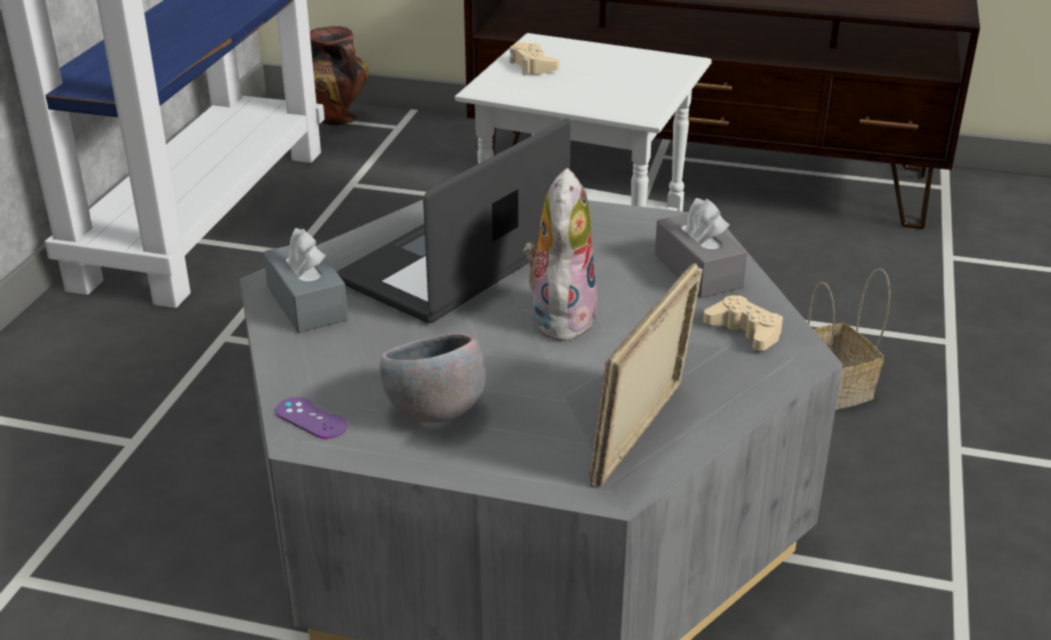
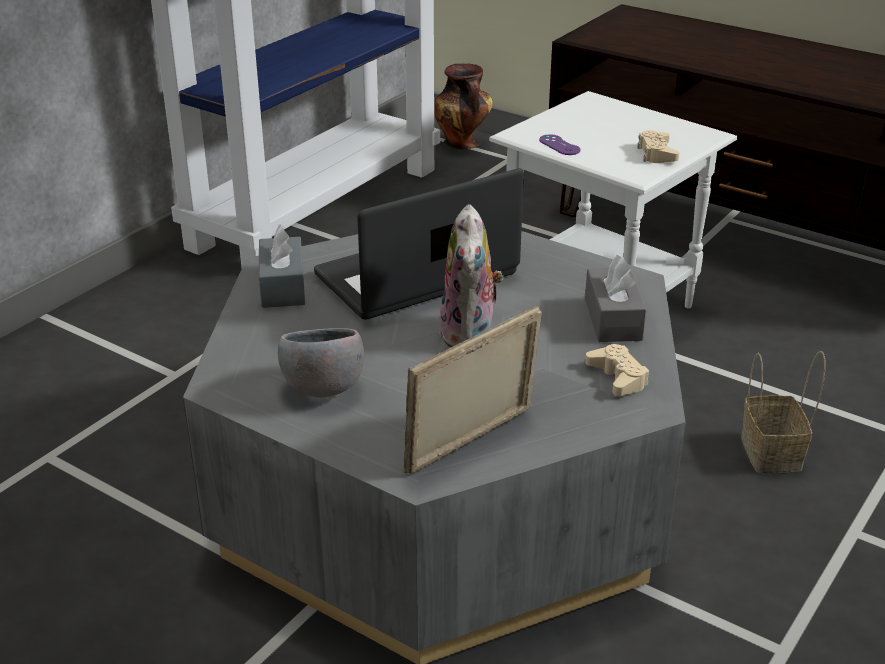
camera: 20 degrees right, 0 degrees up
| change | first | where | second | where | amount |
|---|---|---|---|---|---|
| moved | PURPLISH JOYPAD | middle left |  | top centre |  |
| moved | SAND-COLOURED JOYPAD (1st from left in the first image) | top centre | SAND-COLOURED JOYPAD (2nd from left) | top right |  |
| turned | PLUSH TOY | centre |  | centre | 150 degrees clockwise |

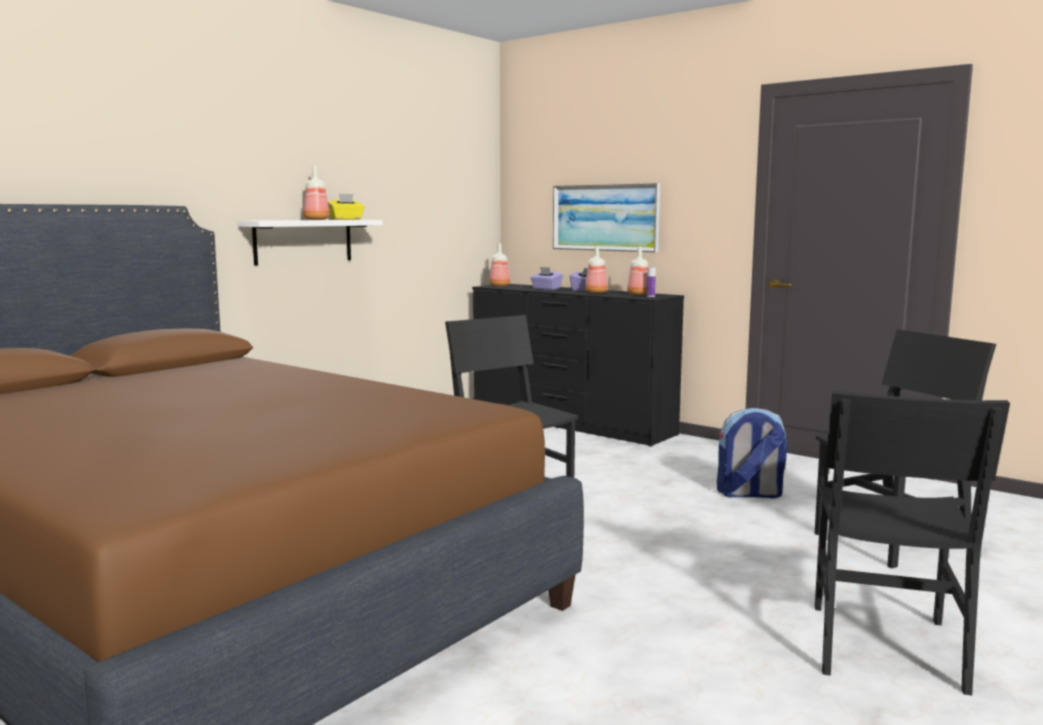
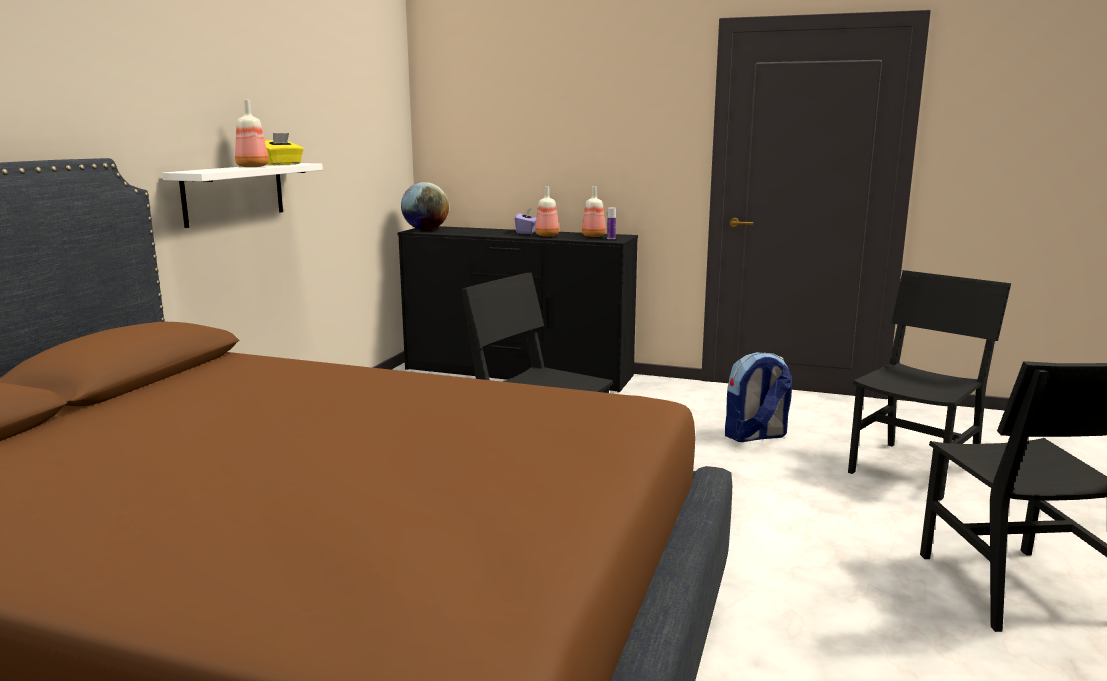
camera: 20 degrees left, 5 degrees up
| change | first | where | second | where | amount |
|---|---|---|---|---|---|
| replaced | BOTTLE (2nd from left) | centre | WORLD GLOBE | top centre |  |
| removed | PURPLISH BOX OF TISSUES (1st from left) | centre |  |  |  |
| removed | PICTURE | top centre |  |  |  |

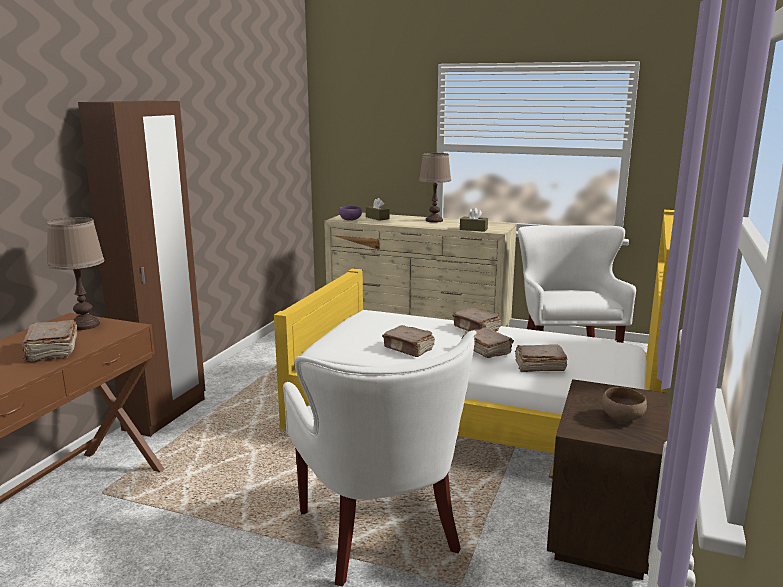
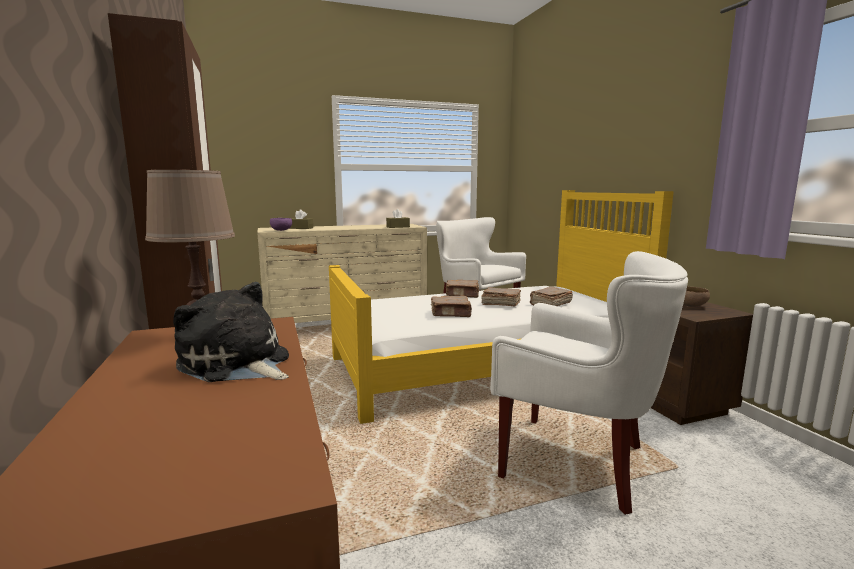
camera: 40 degrees left, 5 degrees down
| change | first | where | second | where | amount |
|---|---|---|---|---|---|
| replaced | BROWNISH BOOK (1st from left) | middle left | PLUSH TOY | middle left |  |
| removed | BROWNISH LAMP FOR A TABLE (2nd from left) | top centre |  |  |  |

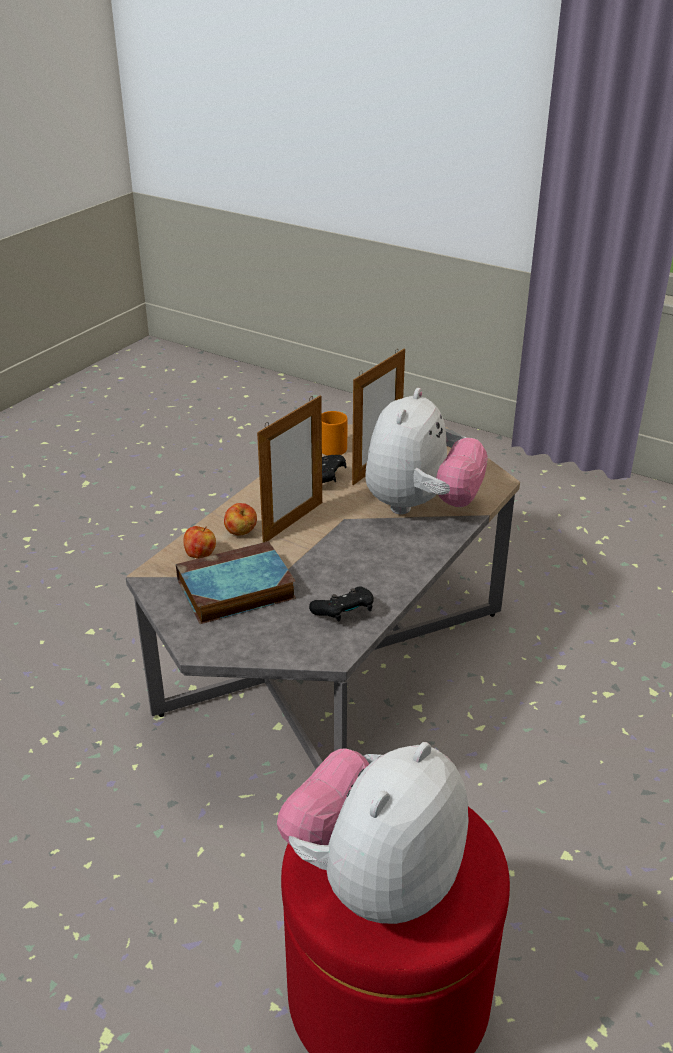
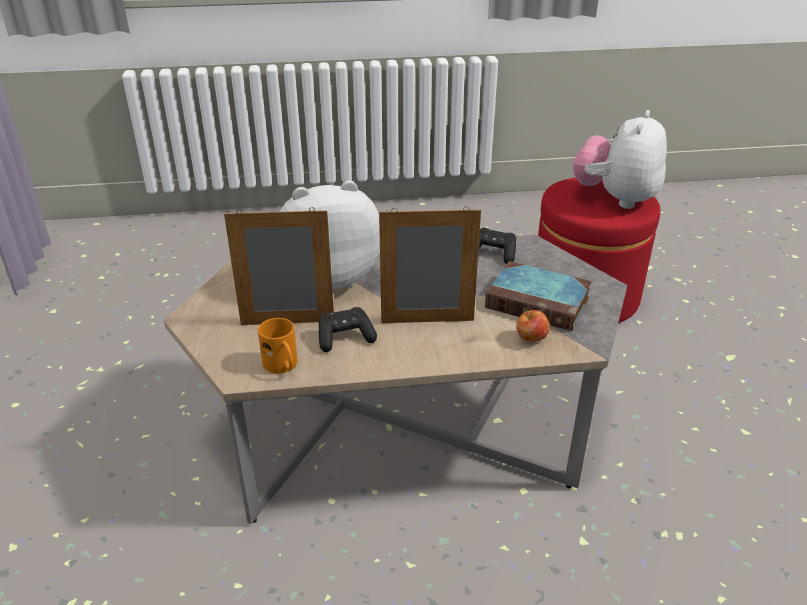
camera: 130 degrees left, 0 degrees up
| change | first | where | second | where | amount |
|---|---|---|---|---|---|
| removed | APPLE (2nd from left) | centre |  |  |  |
| turned | PLUSH TOY (1st from left in the first image) | bottom centre | PLUSH TOY (2nd from left) | top right | 120 degrees clockwise |

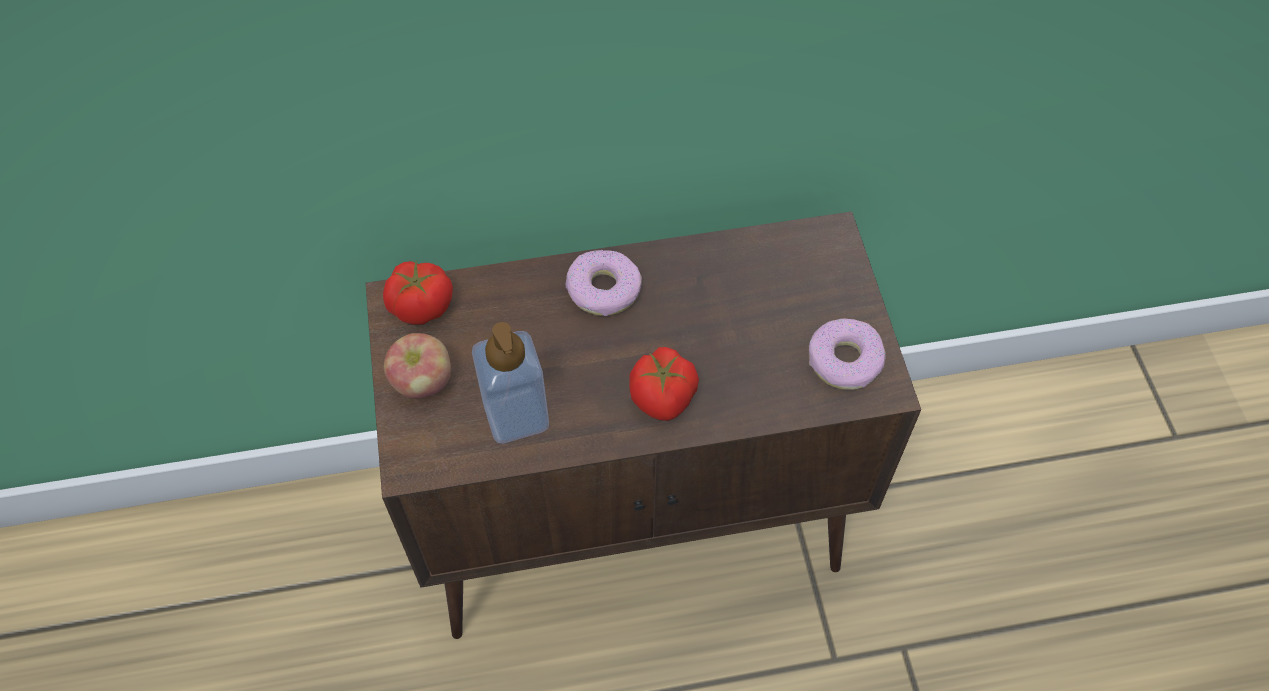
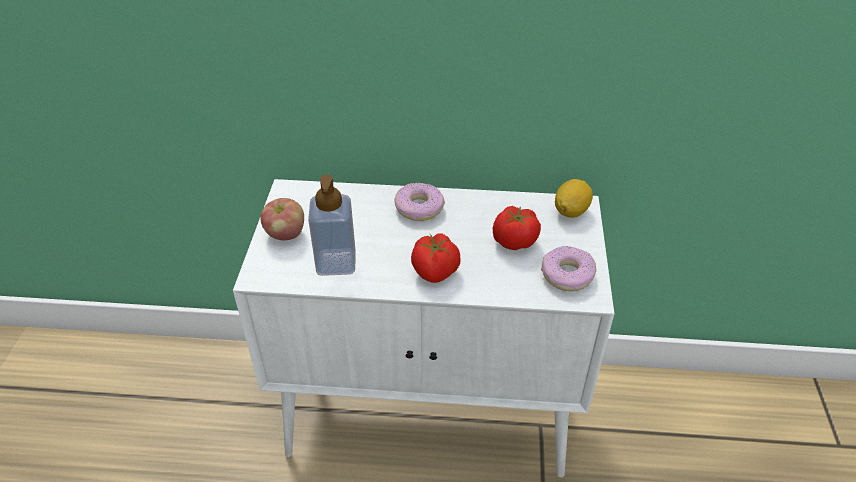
camera: 15 degrees right, 15 degrees down
| change | first | where | second | where | amount |
|---|---|---|---|---|---|
| recoloured | BROWNISH STORAGE CABINET | centre | WHITE-COLOURED STORAGE CABINET | bottom centre |  |
| moved | TOMATO (1st from left in the first image) | middle left | TOMATO (2nd from left) | centre |  |
| added |  |  | LEMON | middle right |  |

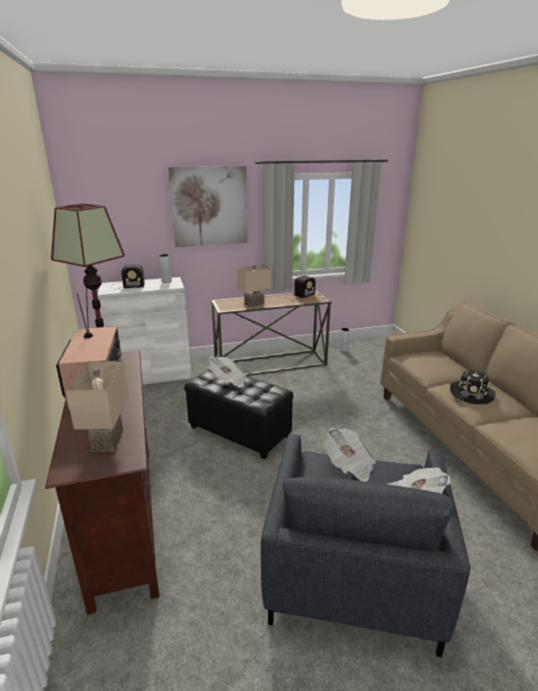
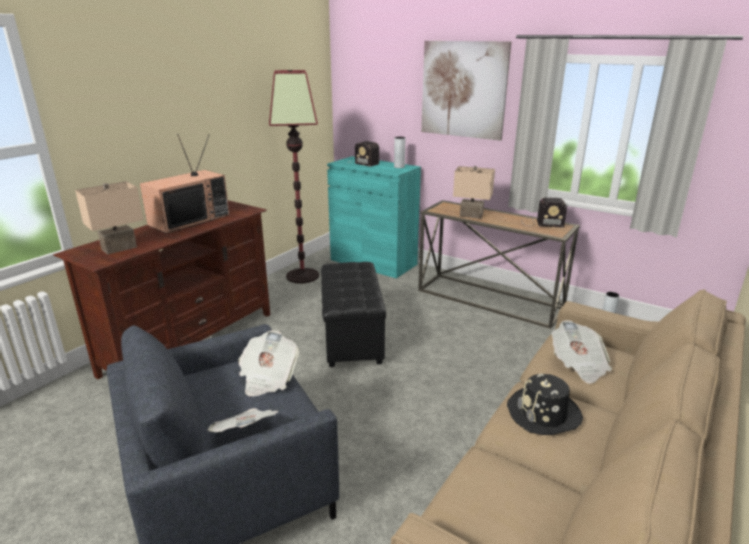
camera: 50 degrees right, 0 degrees up
| change | first | where | second | where | amount |
|---|---|---|---|---|---|
| recoloured | WHITE-COLOURED STORAGE CABINET | middle left | TURQUOISE-COLOURED STORAGE CABINET | centre |  |
| moved | DAILY PAPER (1st from left in the first image) | centre | DAILY PAPER (3rd from left) | middle right |  |

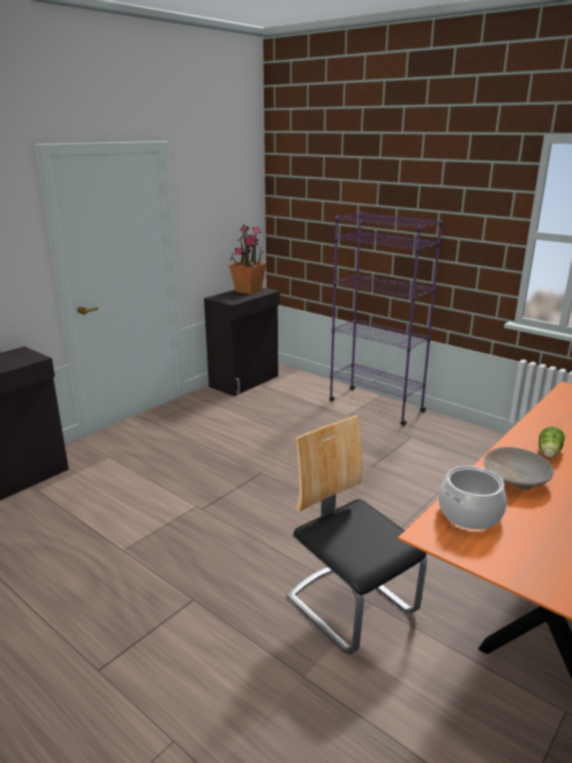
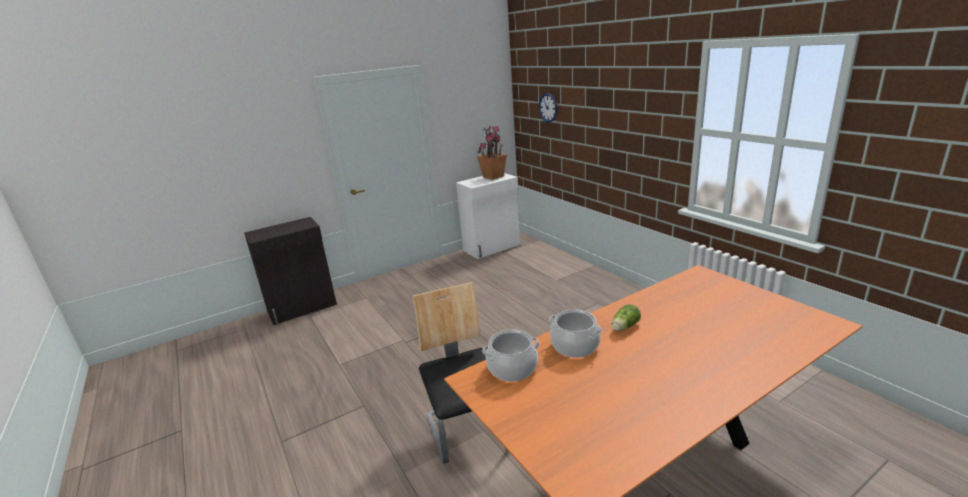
camera: 20 degrees right, 0 degrees up
| change | first | where | second | where | amount |
|---|---|---|---|---|---|
| recoloured | BLACK STORAGE CABINET (2nd from left) | centre | WHITE-COLOURED STORAGE CABINET | centre |  |
| removed | PURPLISH BOOKCASE | middle right |  |  |  |
| replaced | SAND-COLOURED DEEP DISH | middle right | COOKING POT (2nd from left) | bottom centre |  |
| added |  |  | CLOCK ON THE WALL | top centre |  |

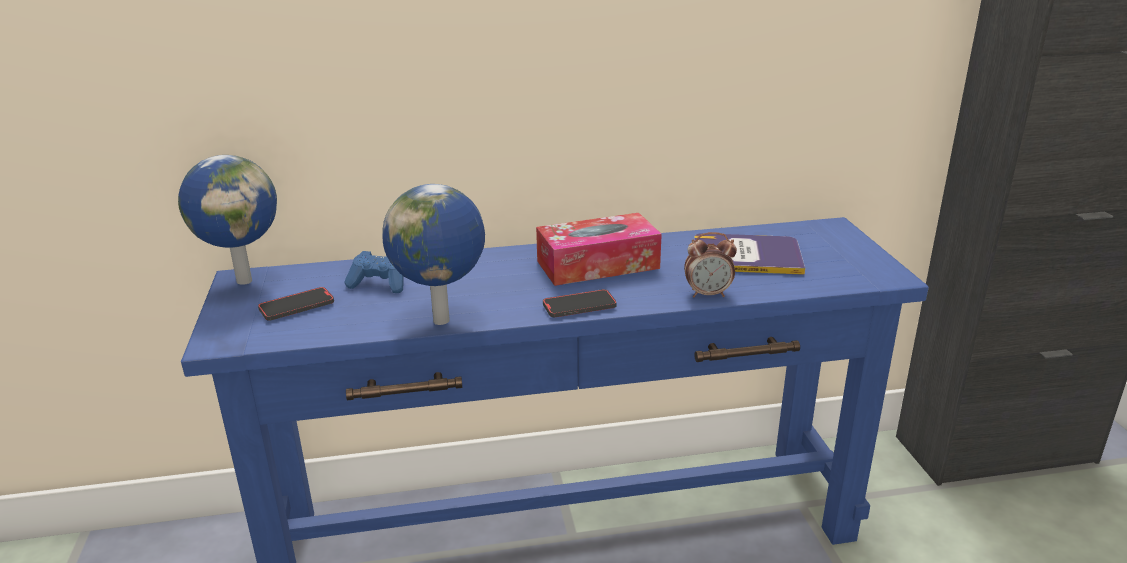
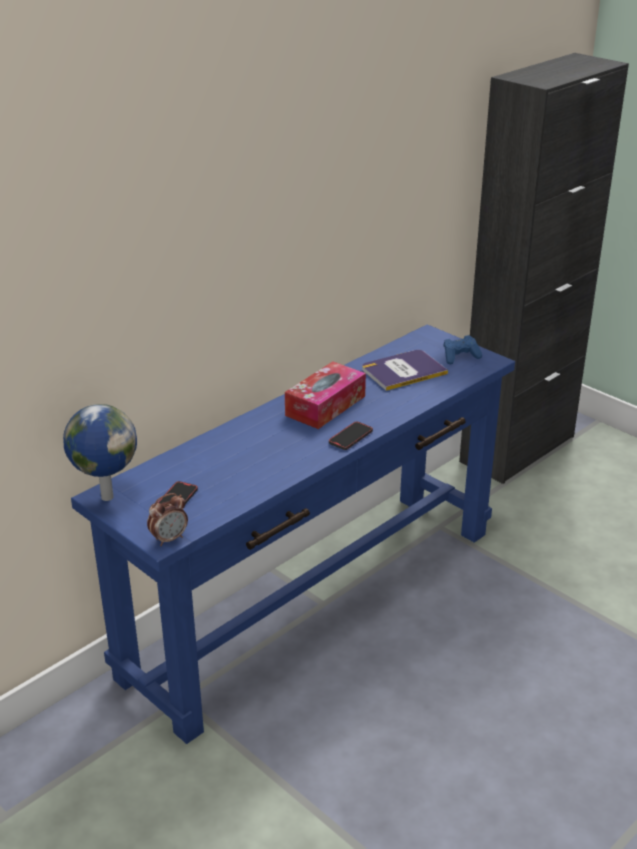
camera: 35 degrees left, 5 degrees up
| change | first | where | second | where | amount |
|---|---|---|---|---|---|
| moved | BLUE-COLOURED JOYPAD | middle left |  | middle right |  |
| removed | WORLD GLOBE (2nd from left) | centre |  |  |  |
| moved | BEDSIDE CLOCK | centre |  | middle left |  |

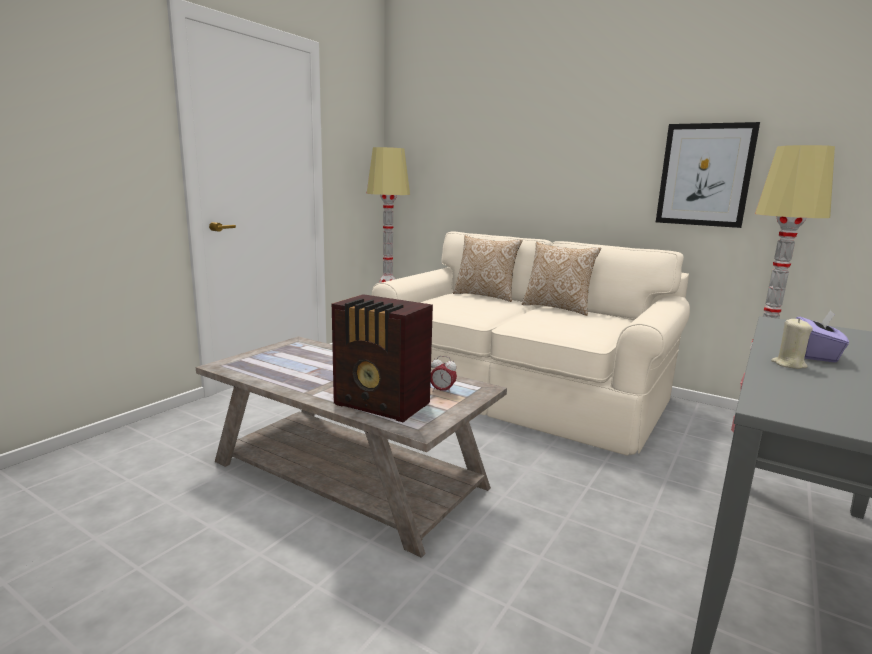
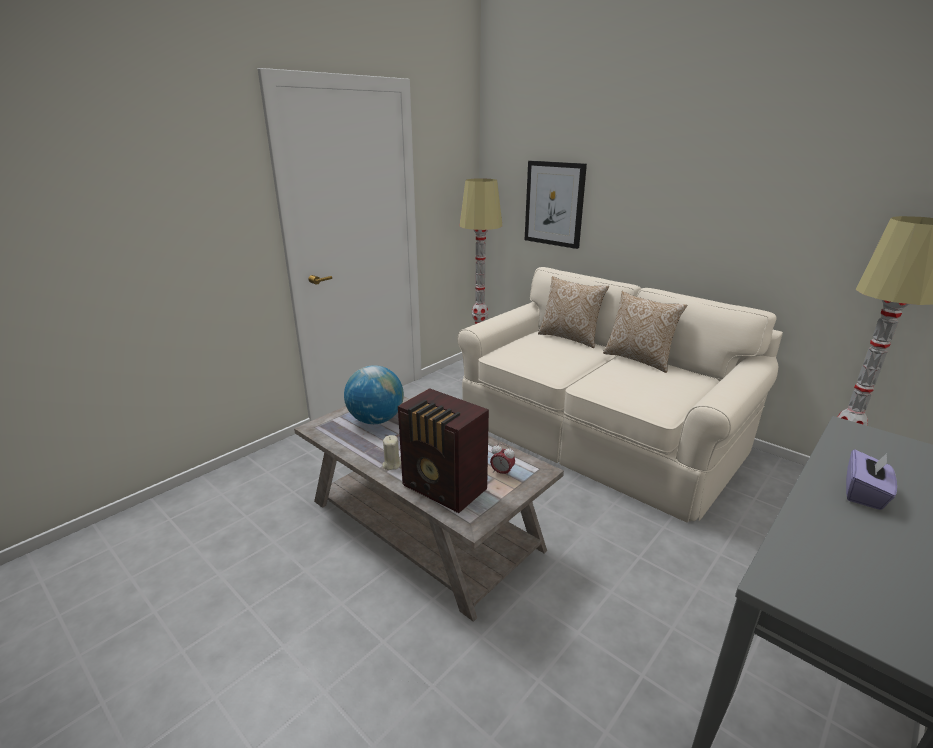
camera: 10 degrees right, 10 degrees up
| change | first | where | second | where | amount |
|---|---|---|---|---|---|
| moved | PICTURE | top right |  | top centre |  |
| moved | SAND-COLOURED WAX CANDLE | middle right |  | centre |  |
| added |  |  | WORLD GLOBE | centre |  |

